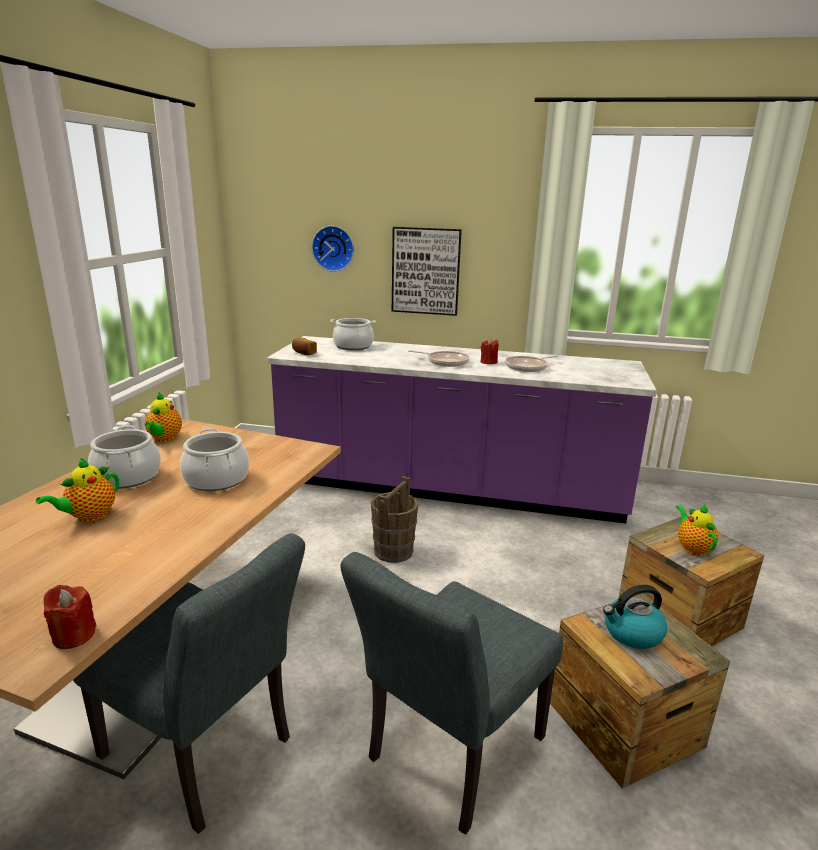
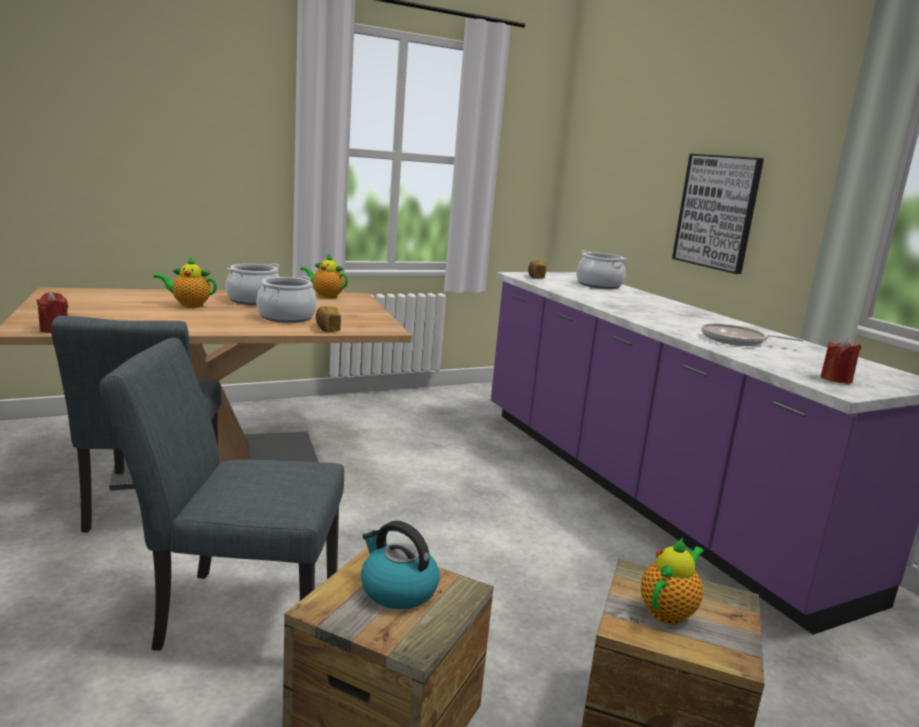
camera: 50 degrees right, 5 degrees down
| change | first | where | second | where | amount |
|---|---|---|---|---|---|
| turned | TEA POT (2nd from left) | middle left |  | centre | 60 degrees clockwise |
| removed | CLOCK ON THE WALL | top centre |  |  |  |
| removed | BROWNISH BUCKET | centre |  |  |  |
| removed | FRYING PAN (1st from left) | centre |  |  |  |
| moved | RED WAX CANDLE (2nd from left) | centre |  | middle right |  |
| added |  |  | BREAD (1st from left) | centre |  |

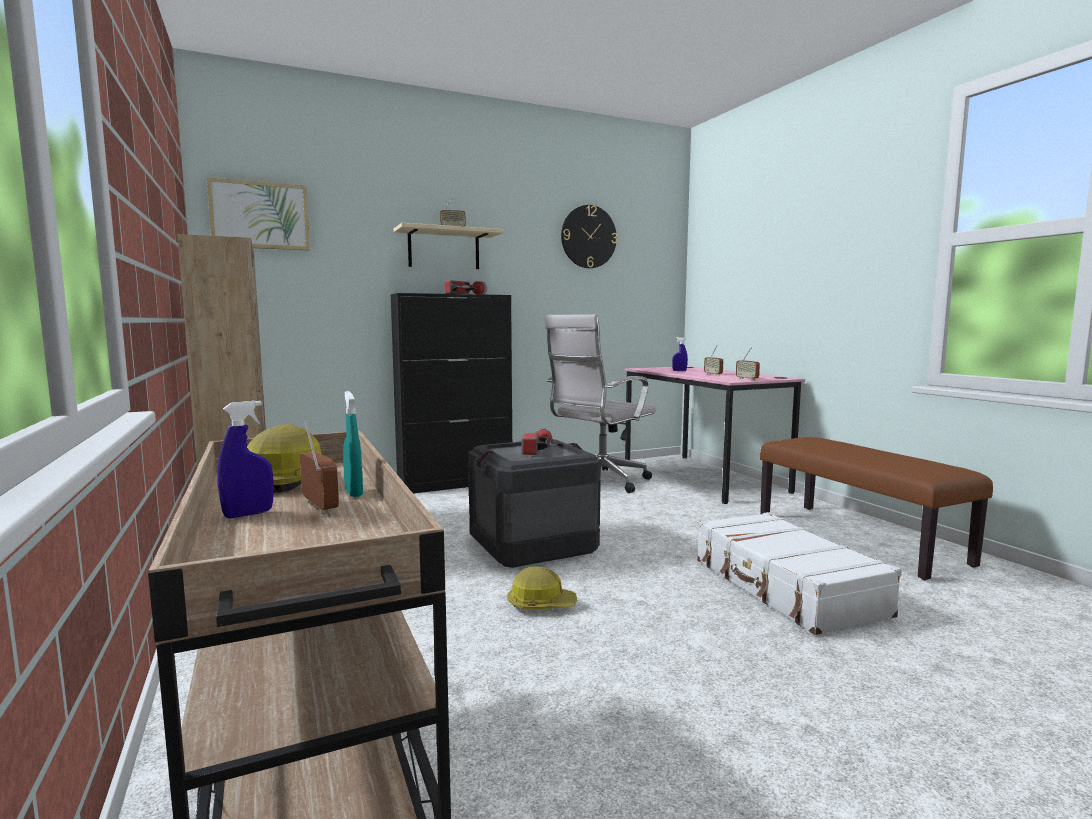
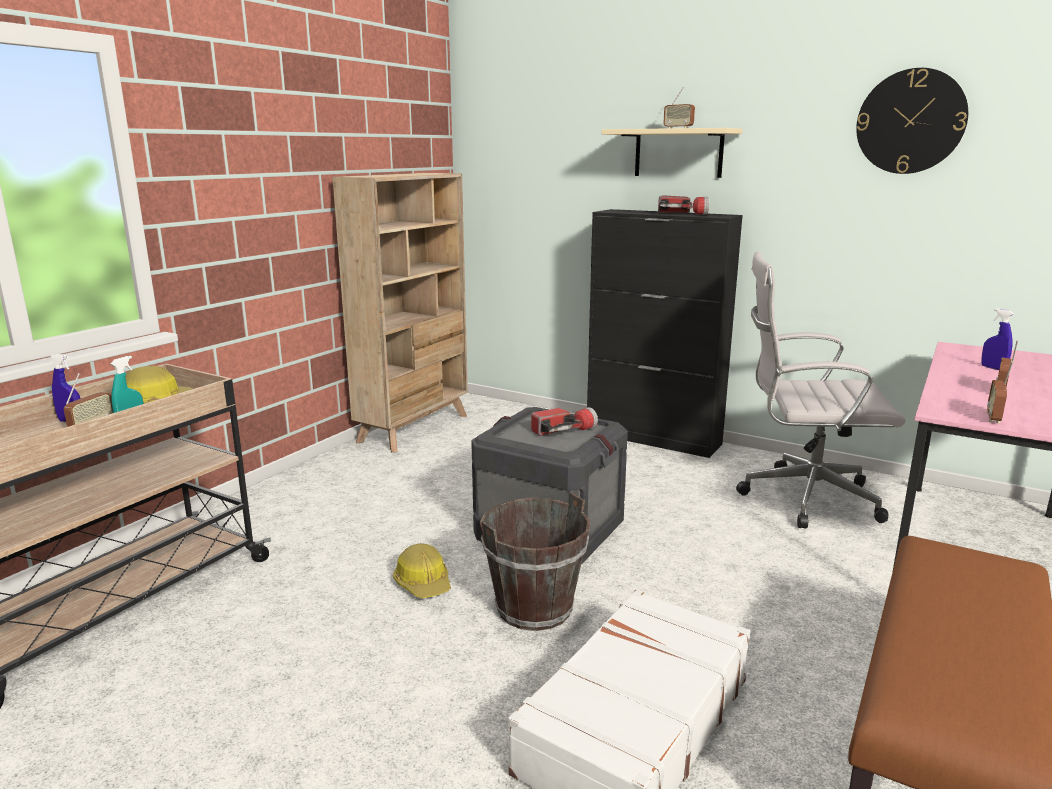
camera: 55 degrees right, 10 degrees up
| change | first | where | second | where | amount |
|---|---|---|---|---|---|
| removed | PICTURE | top left |  |  |  |
| added |  |  | BROWNISH BUCKET | bottom centre |  |

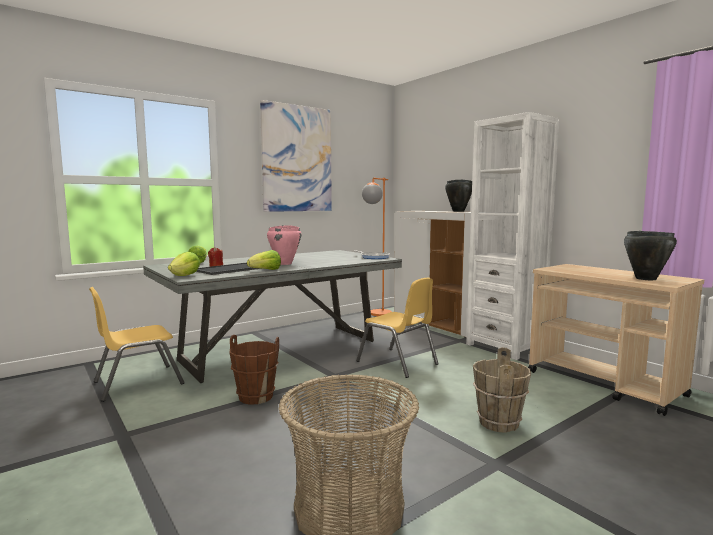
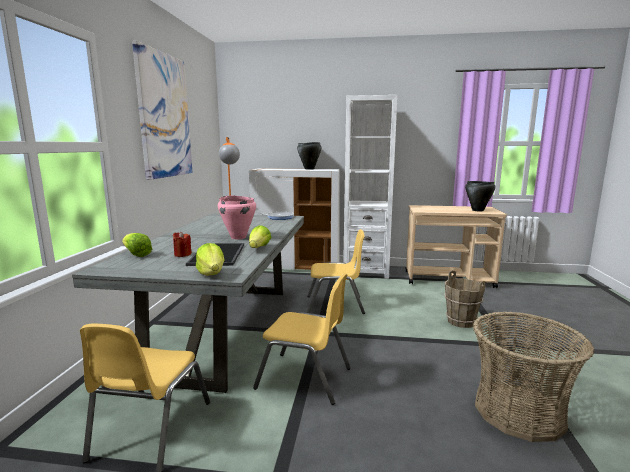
camera: 45 degrees left, 5 degrees up
| change | first | where | second | where | amount |
|---|---|---|---|---|---|
| replaced | BROWNISH BUCKET (1st from left) | bottom centre | YELLOW-COLOURED CHAIR (2nd from left) | bottom centre |  |

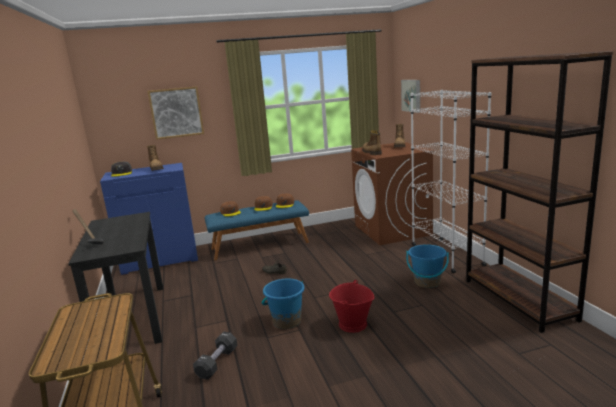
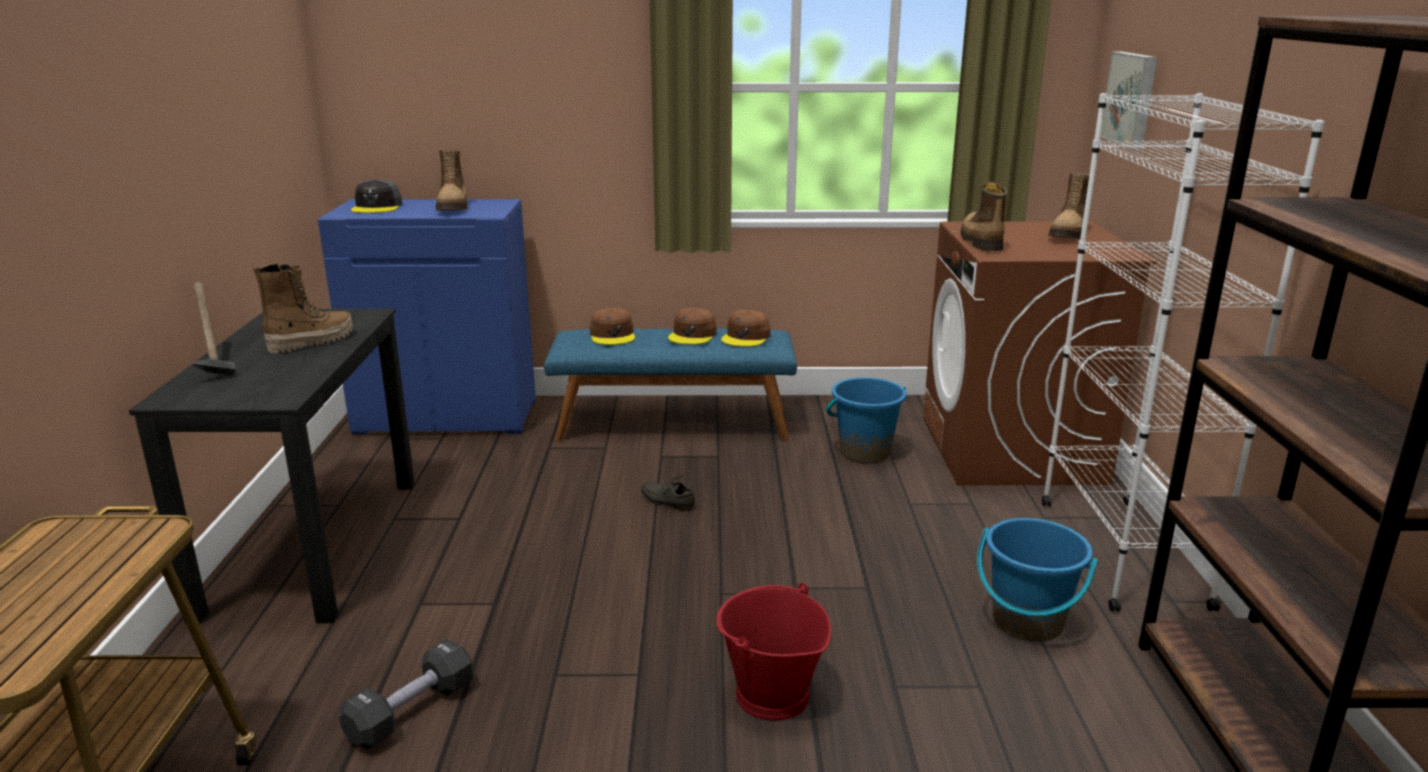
camera: 15 degrees right, 5 degrees up
| change | first | where | second | where | amount |
|---|---|---|---|---|---|
| removed | PICTURE (1st from left) | top left |  |  |  |
| moved | BLUE-COLOURED BUCKET (1st from left) | bottom centre |  | centre |  |
| added |  |  | TALL BOOT (1st from left) | middle left |  |

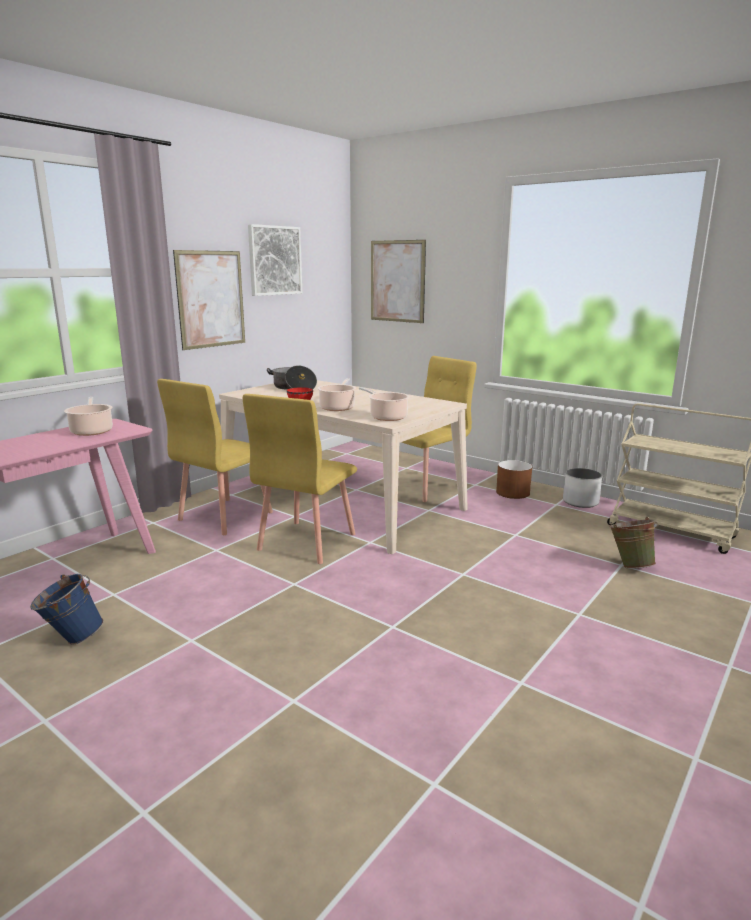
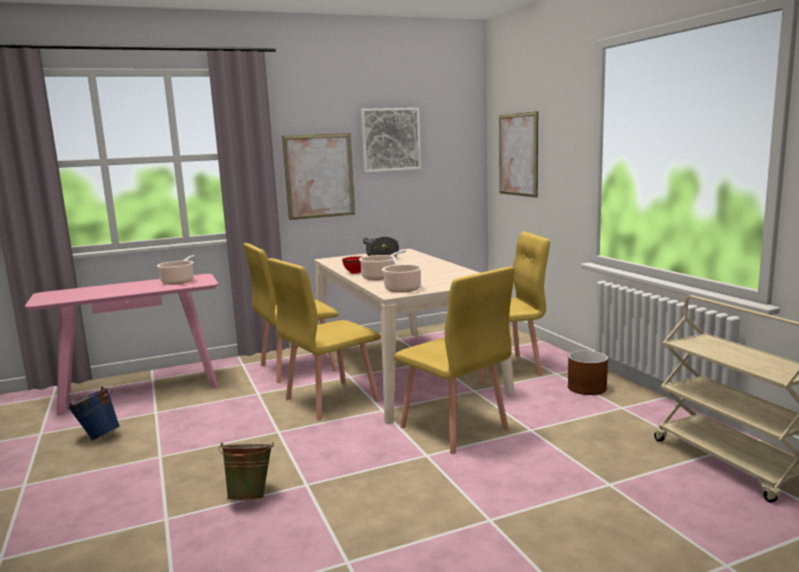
camera: 30 degrees right, 5 degrees down
| change | first | where | second | where | amount |
|---|---|---|---|---|---|
| removed | WHITE-COLOURED PLANT POT | middle right |  |  |  |
| moved | GREEN BUCKET | middle right |  | bottom left |  |
| added |  |  | YELLOW-COLOURED CHAIR (3rd from left) | centre |  |

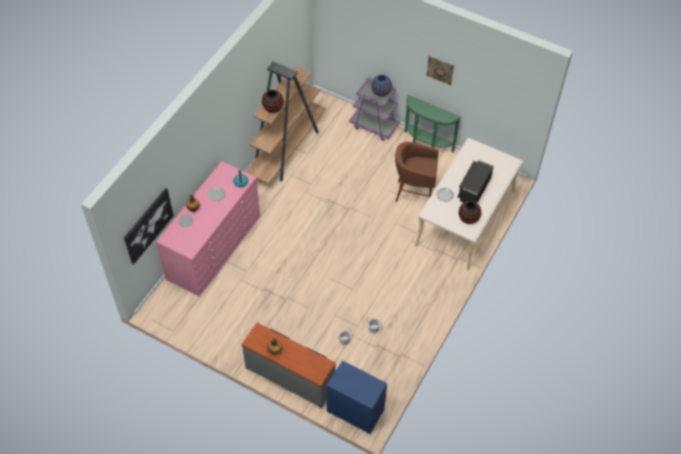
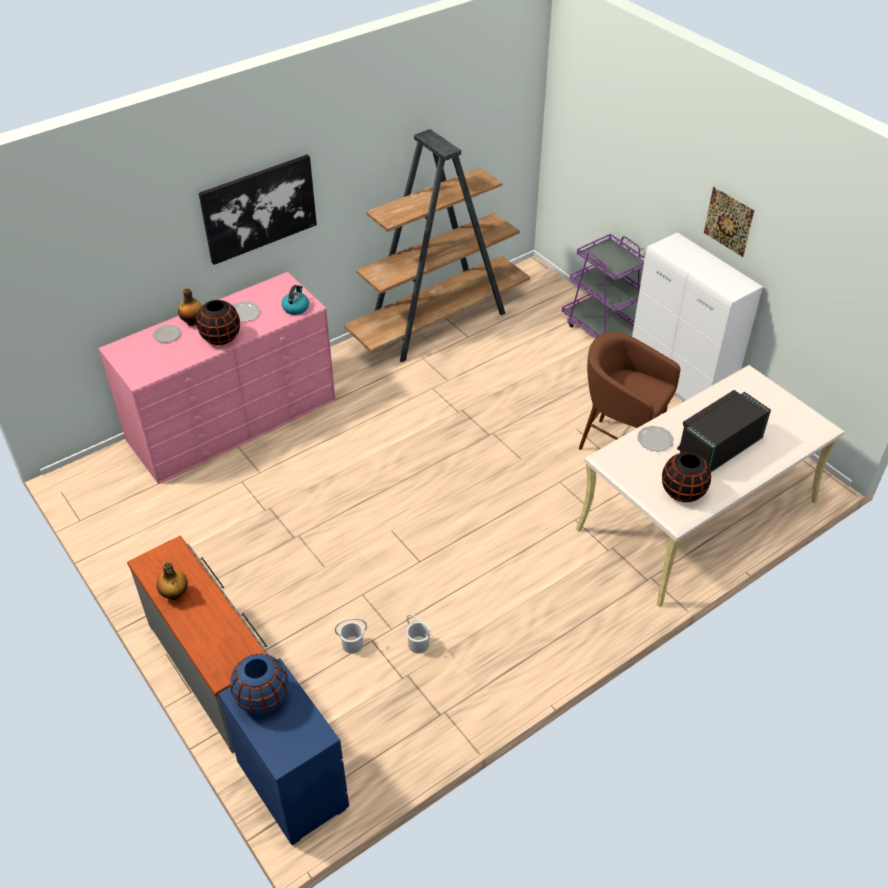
camera: 25 degrees right, 10 degrees down
| change | first | where | second | where | amount |
|---|---|---|---|---|---|
| moved | PICTURE (1st from left) | middle left |  | top left |  |
| moved | BLACK FLOWER VASE (1st from left) | top centre |  | middle left |  |
| moved | BLUE-COLOURED FLOWER VASE | top centre |  | bottom left |  |
| replaced | GREEN NARROW TABLE | top centre | WHITE-COLOURED STORAGE CABINET | middle right |  |

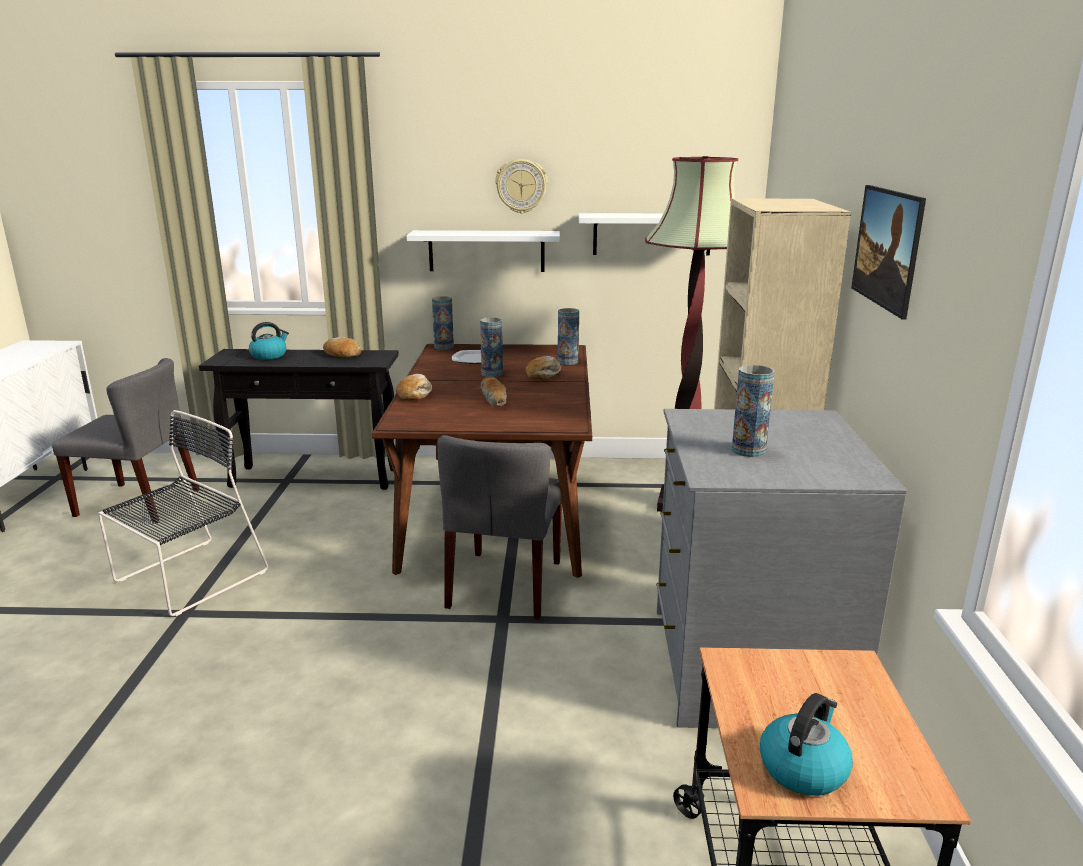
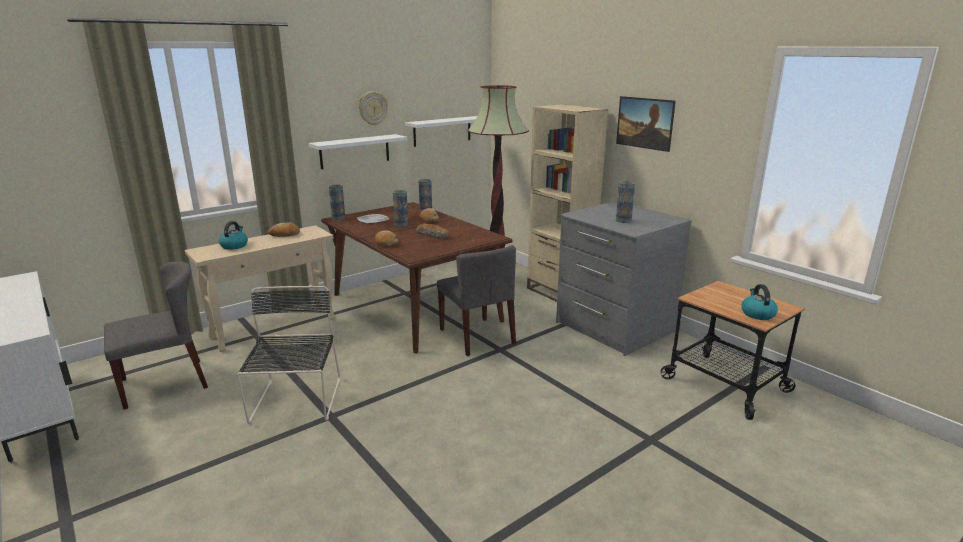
camera: 40 degrees left, 0 degrees up
| change | first | where | second | where | amount |
|---|---|---|---|---|---|
| recoloured | BLACK NARROW TABLE | middle left | SAND-COLOURED NARROW TABLE | middle left |  |

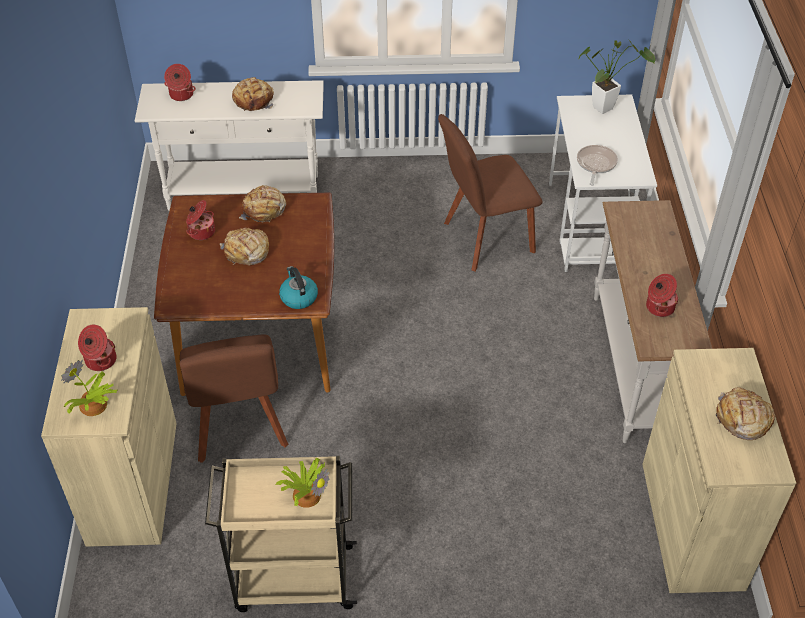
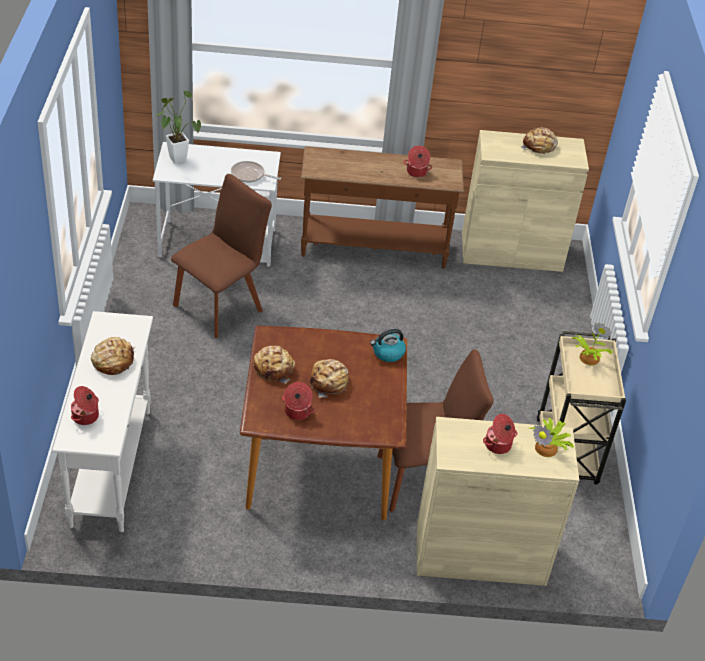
camera: 90 degrees left, 5 degrees down
| change | first | where | second | where | amount |
|---|---|---|---|---|---|
| turned | BROWNISH CHAIR (2nd from left in the first image) | top centre | BROWNISH CHAIR (1st from left) | middle left | 120 degrees counterclockwise |
| recoloured | WHITE-COLOURED NARROW TABLE (2nd from left) | middle right | BROWNISH NARROW TABLE | top centre |  |

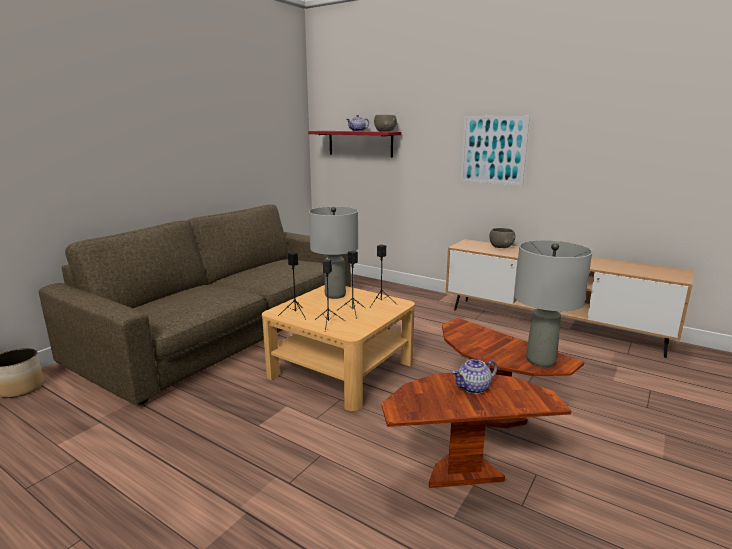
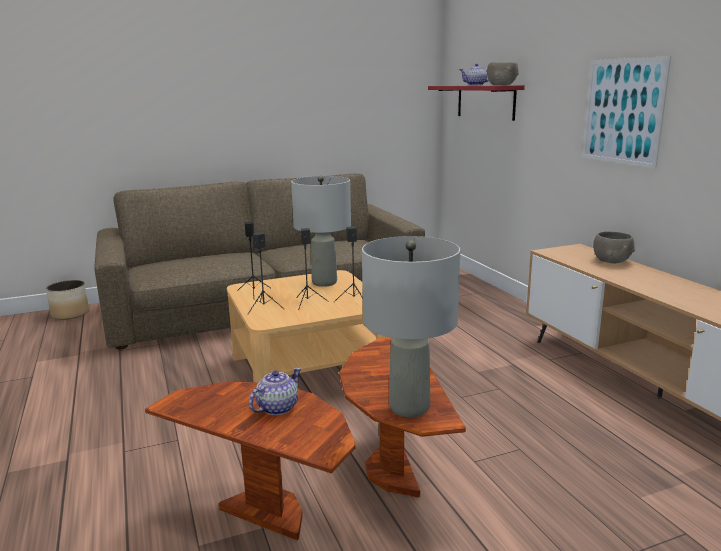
camera: 35 degrees right, 0 degrees up
| change | first | where | second | where | amount |
|---|---|---|---|---|---|
| turned | TEA POT (2nd from left in the first image) | bottom centre | TEA POT (1st from left) | bottom centre | 120 degrees clockwise |

